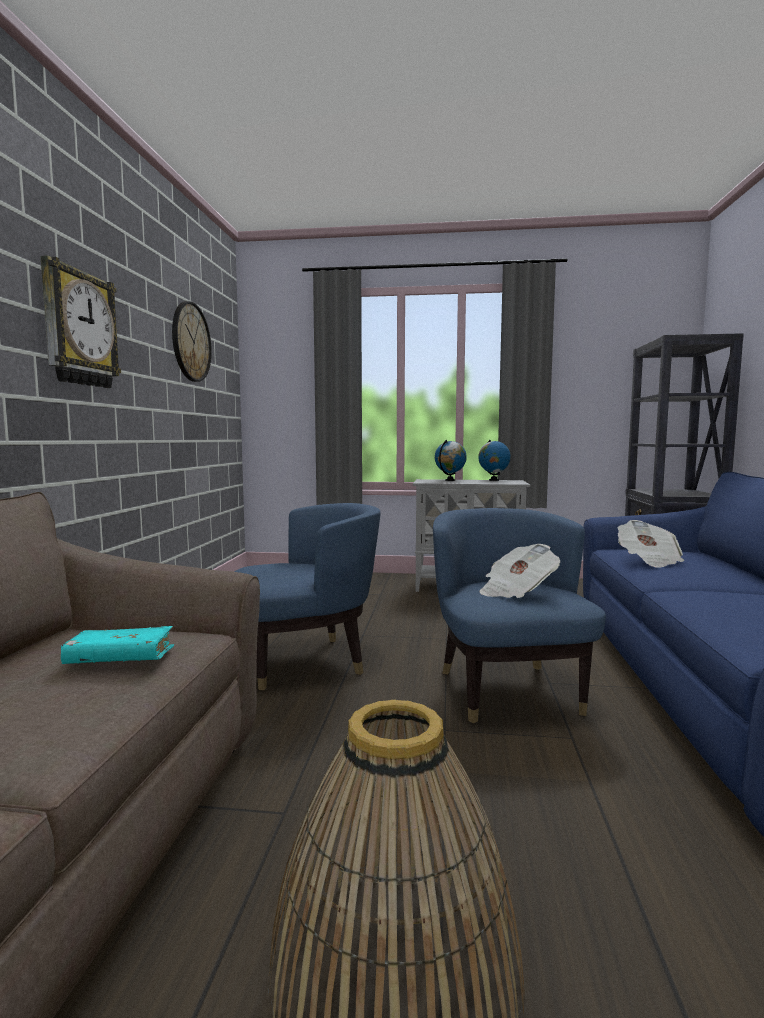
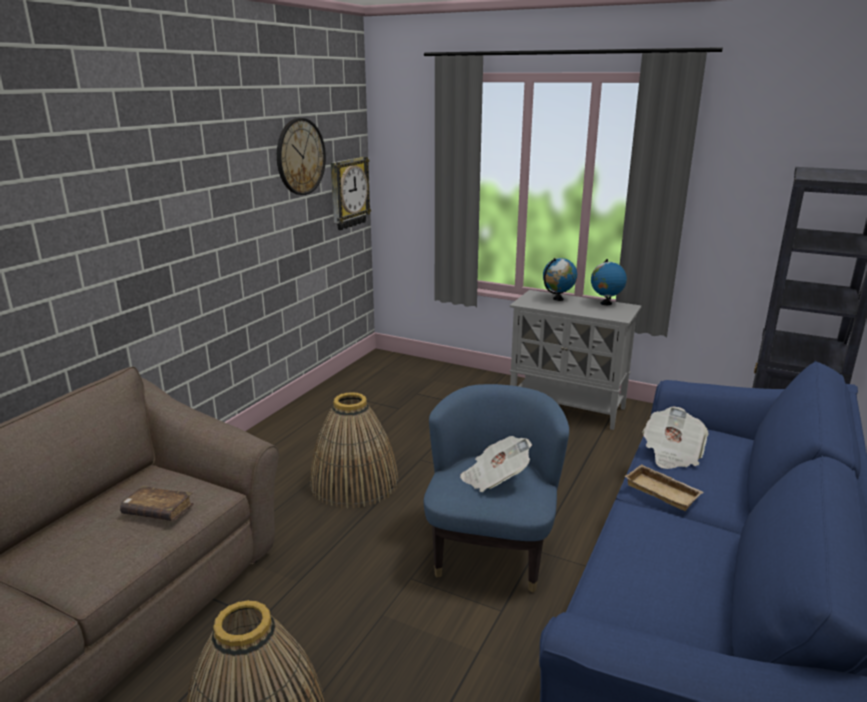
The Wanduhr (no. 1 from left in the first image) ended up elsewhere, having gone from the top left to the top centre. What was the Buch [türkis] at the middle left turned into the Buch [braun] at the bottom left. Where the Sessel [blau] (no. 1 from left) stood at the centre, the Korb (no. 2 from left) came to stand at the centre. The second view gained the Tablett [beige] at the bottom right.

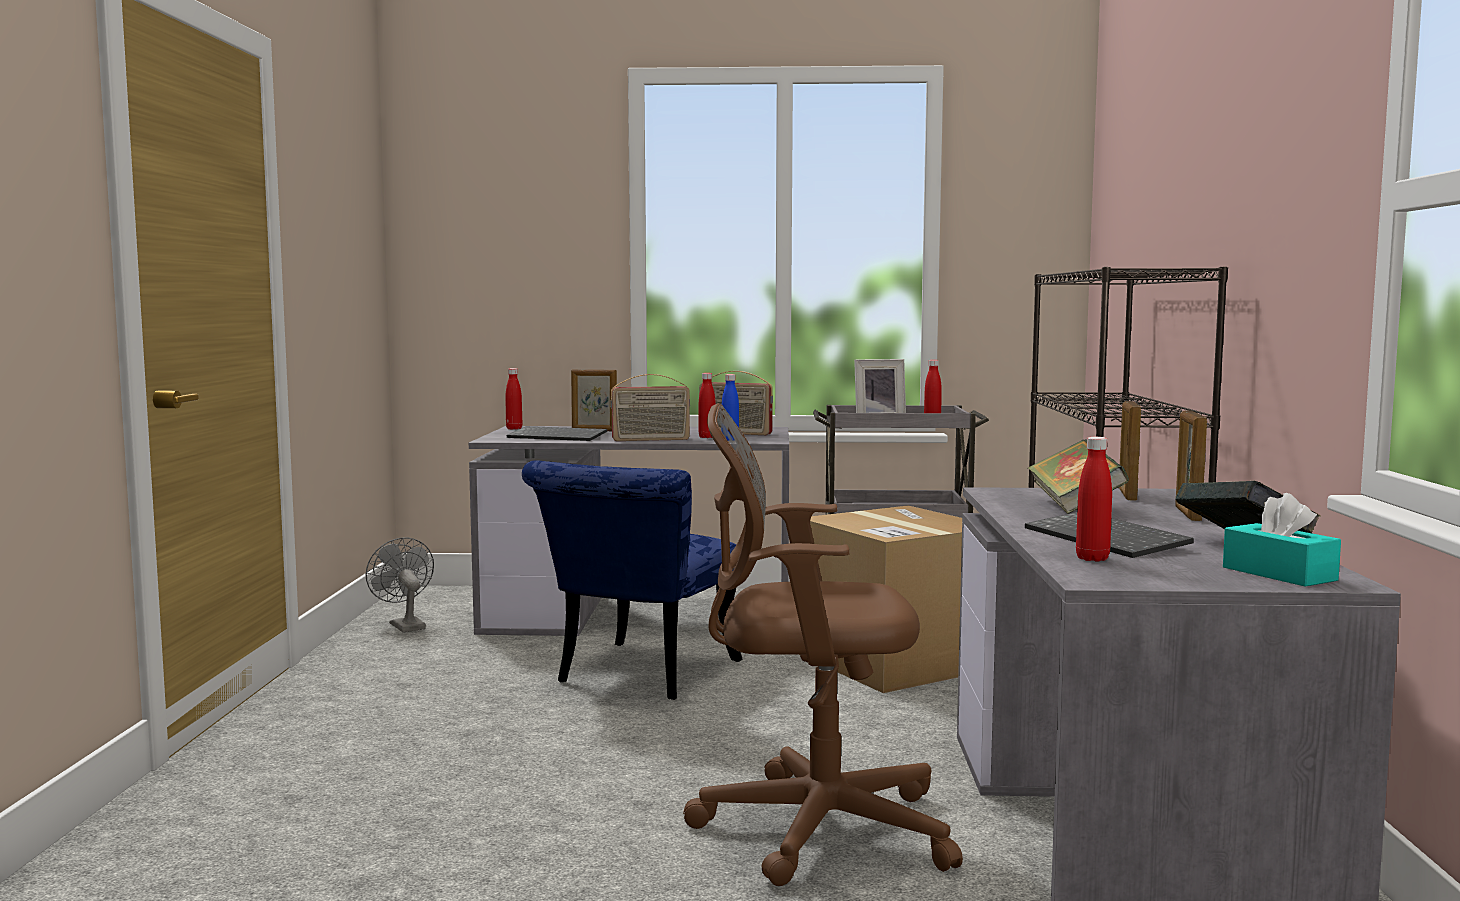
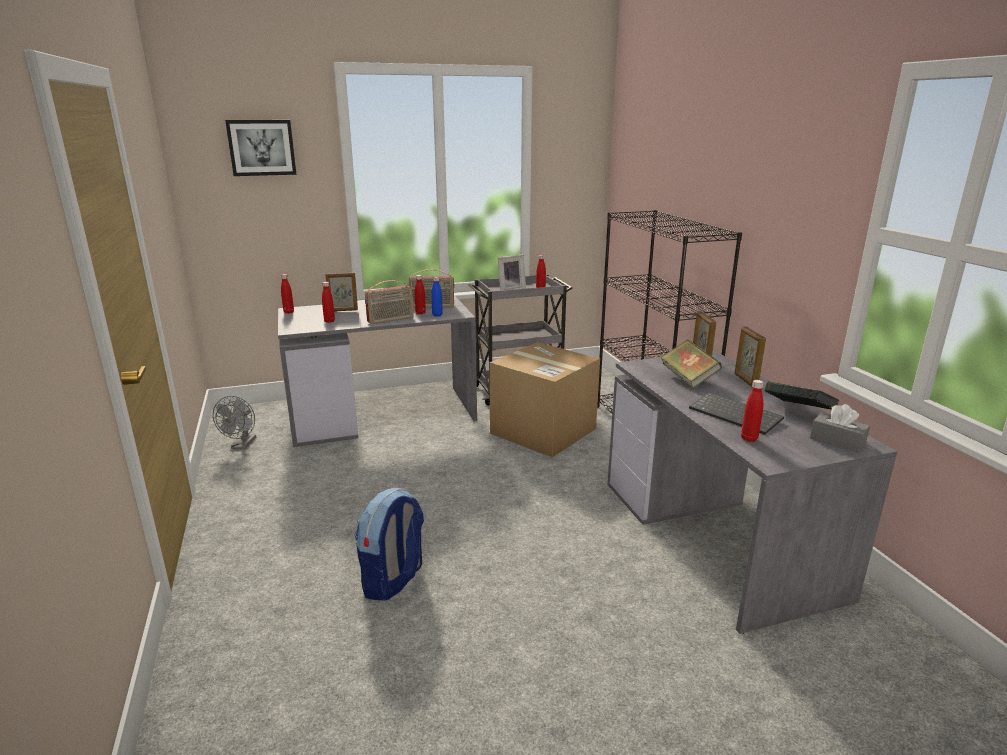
The Ventilator [grau] at the middle left ended up facing another way, 120 degrees counterclockwise from before. Where the Tastatur (no. 1 from left) stood at the centre, the Flasche [rot] (no. 2 from left) came to stand at the middle left. The second view lost the Stuhl [blau] at the centre. The second view lost the Bürostuhl [braun] at the bottom centre. What was the Taschentuchbox [türkis] at the middle right turned into the Taschentuchbox [grau] at the middle right. The second view gained the Bild at the top left. The second view gained the Rucksack at the bottom centre.

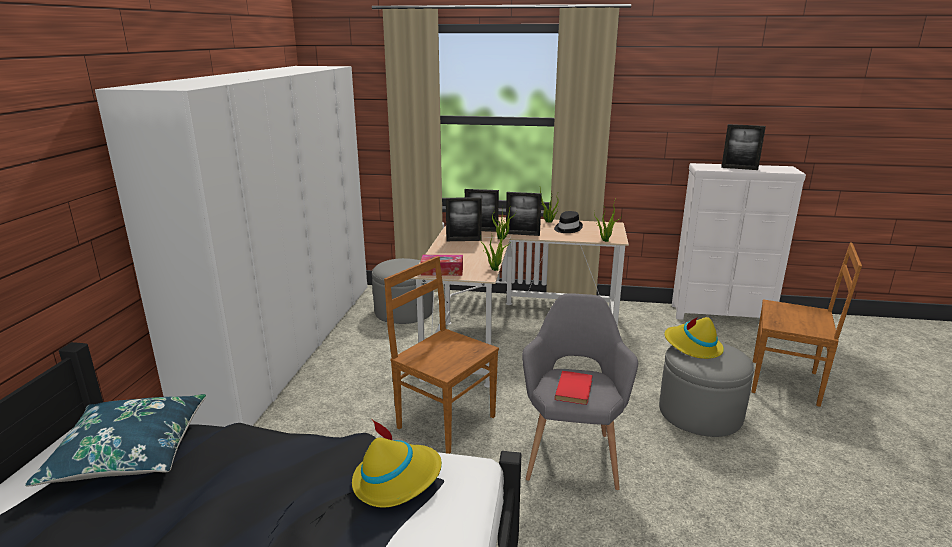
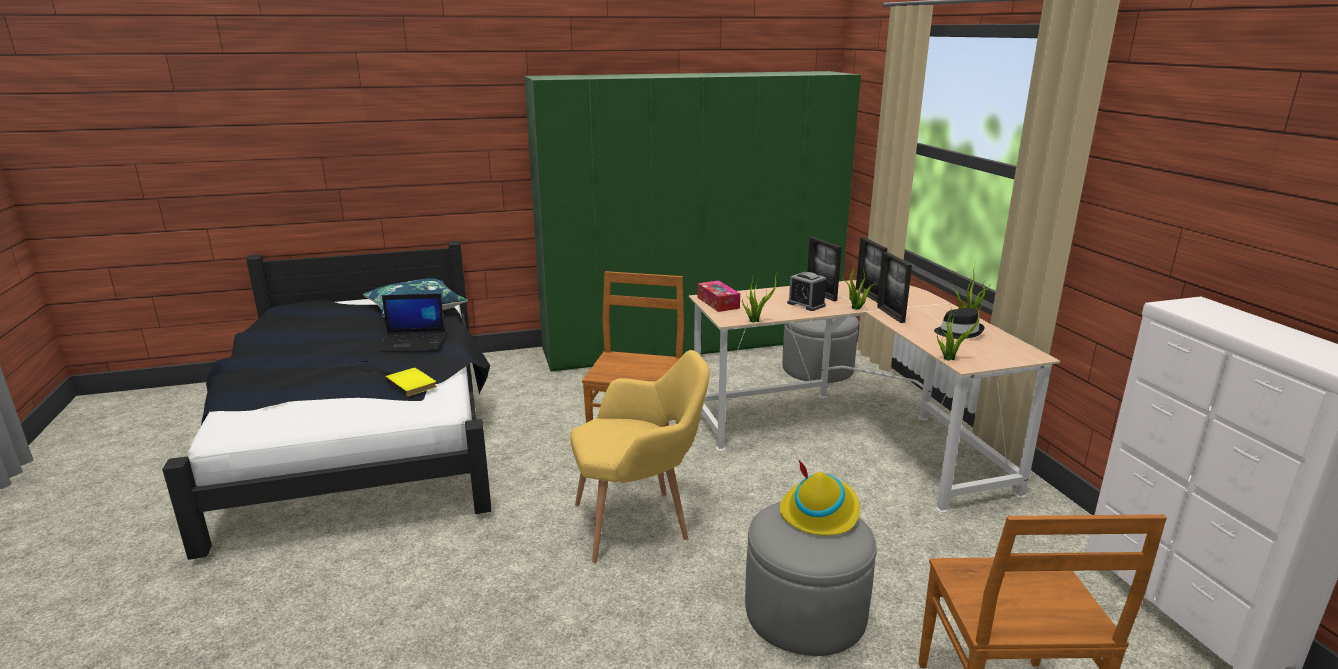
What was the Kleiderschrank [weiß] at the middle left turned into the Kleiderschrank [grün] at the top centre. Where the Hut [gelb] (no. 1 from left) stood at the bottom centre, the Buch [gelb] came to stand at the middle left. What was the Sessel [grau] at the bottom centre turned into the Sessel [gelb] at the bottom centre. The second view lost the Buch [rot] at the bottom centre. The second view lost the Bilderrahmen (no. 4 from left) at the top right. The second view gained the Laptop at the middle left. The second view gained the Wecker at the centre.

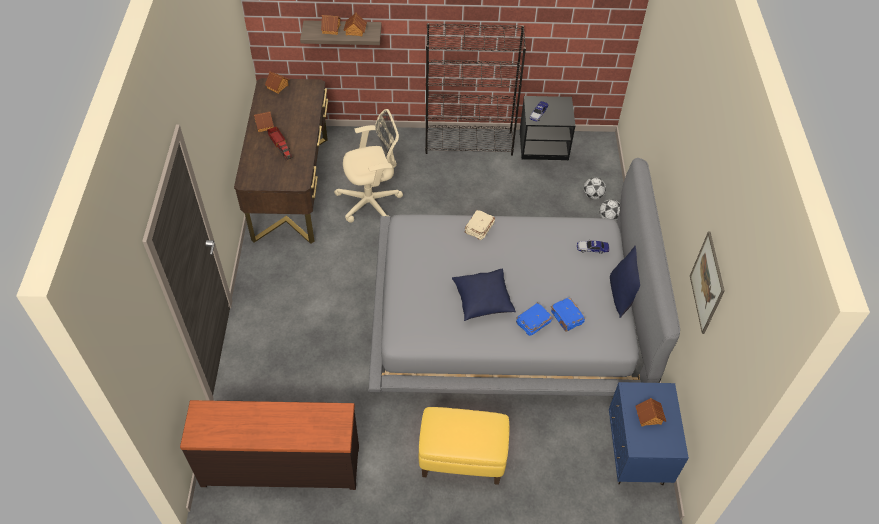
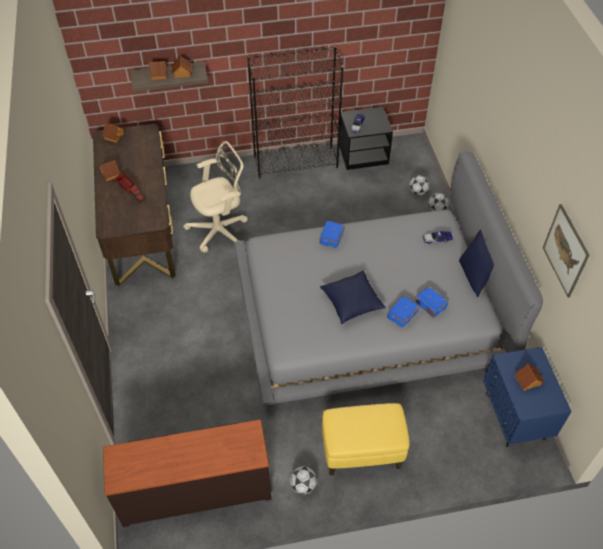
What was the Buch [beige] at the centre turned into the Buch [blau] (no. 1 from left) at the centre. The second view gained the Fußball (no. 1 from left) at the bottom centre.

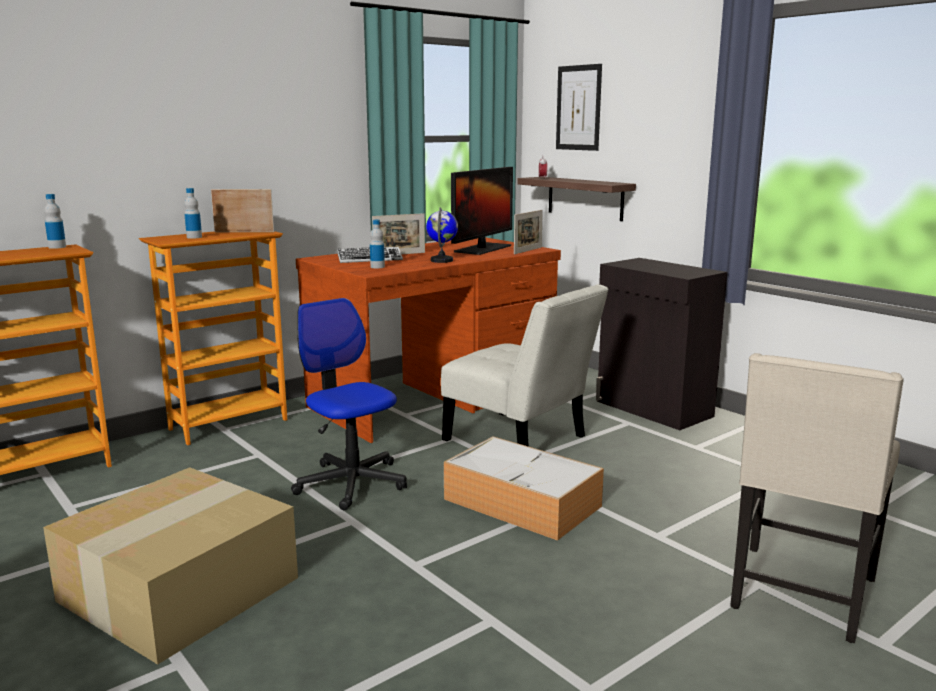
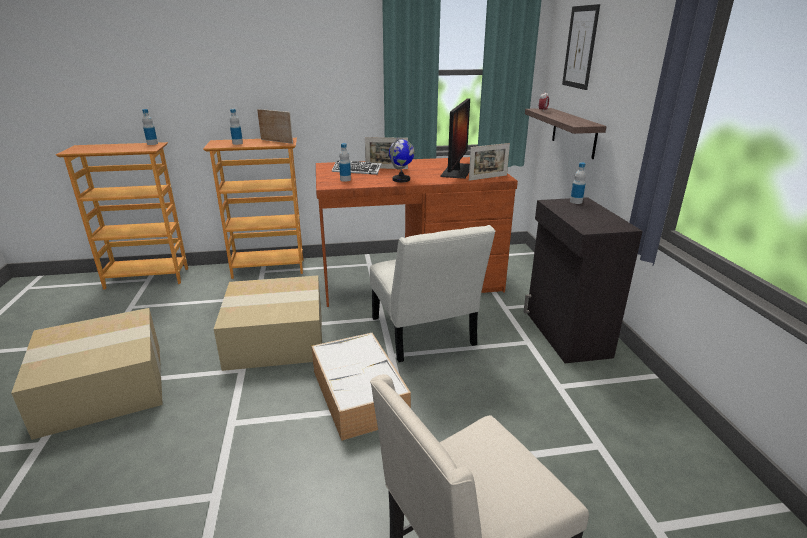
Where the Bürostuhl stood at the centre, the Karton (no. 2 from left) came to stand at the middle left. The Monitor at the top centre ended up facing another way, 45 degrees counterclockwise from before. The second view gained the Flasche (no. 4 from left) at the middle right.

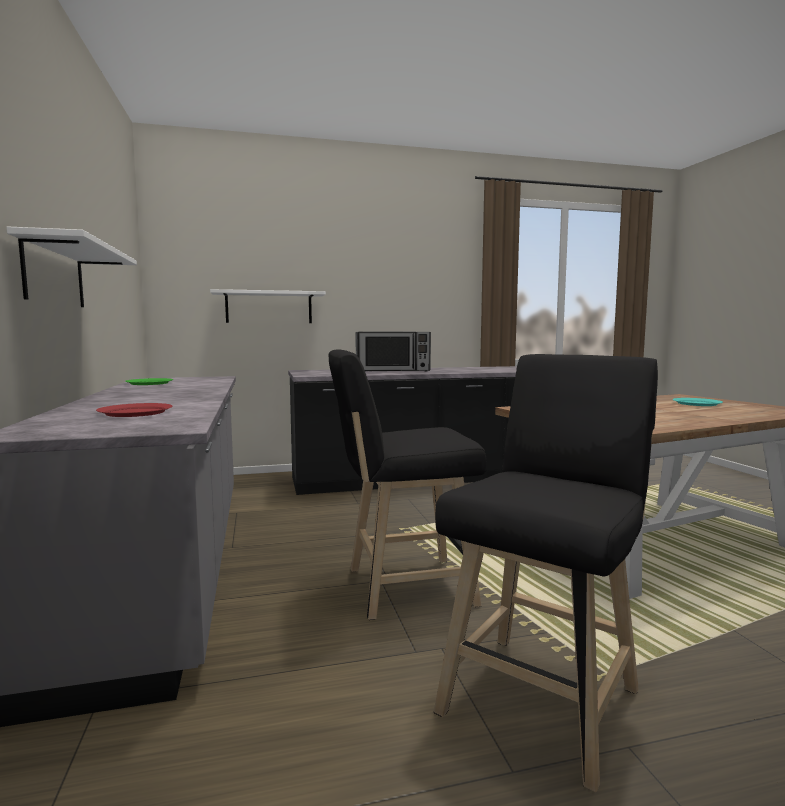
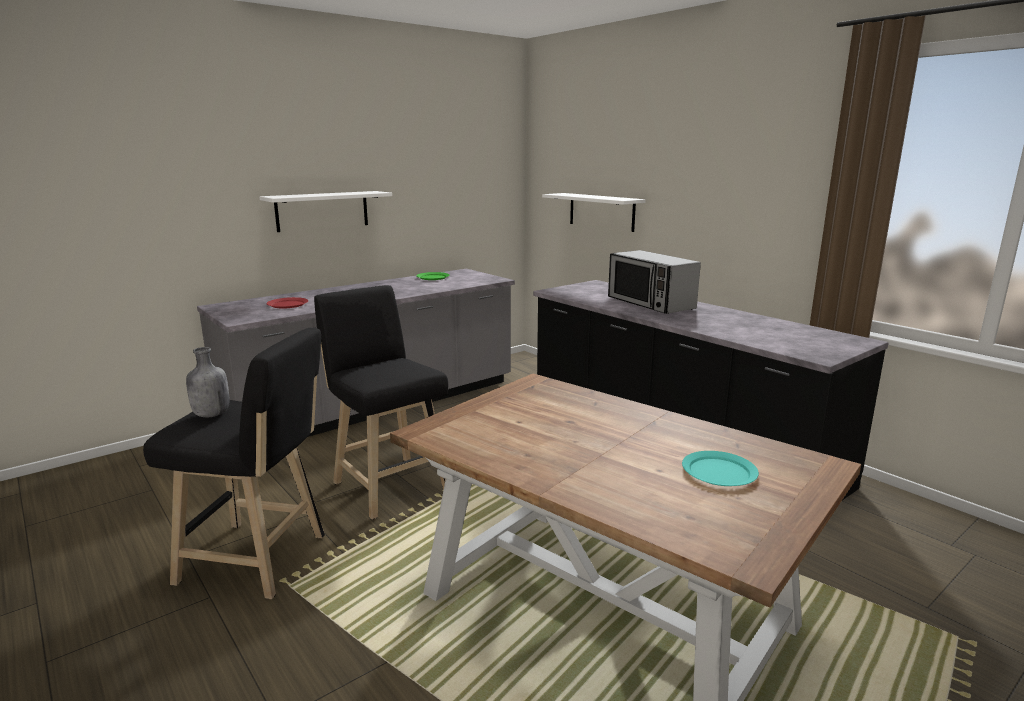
The second view gained the Flasche [grau] at the middle left.

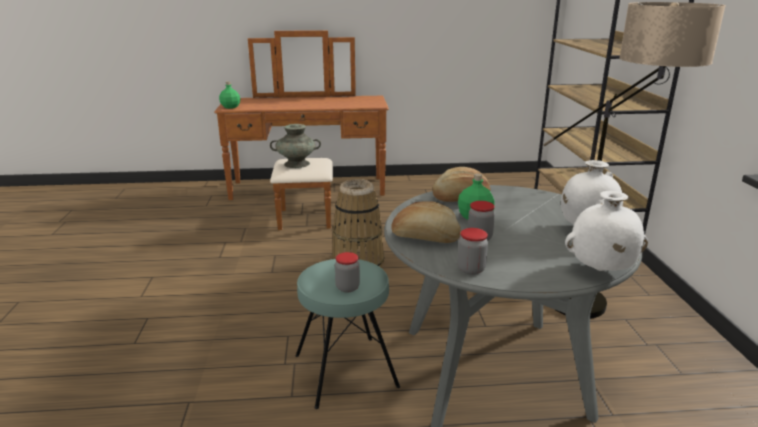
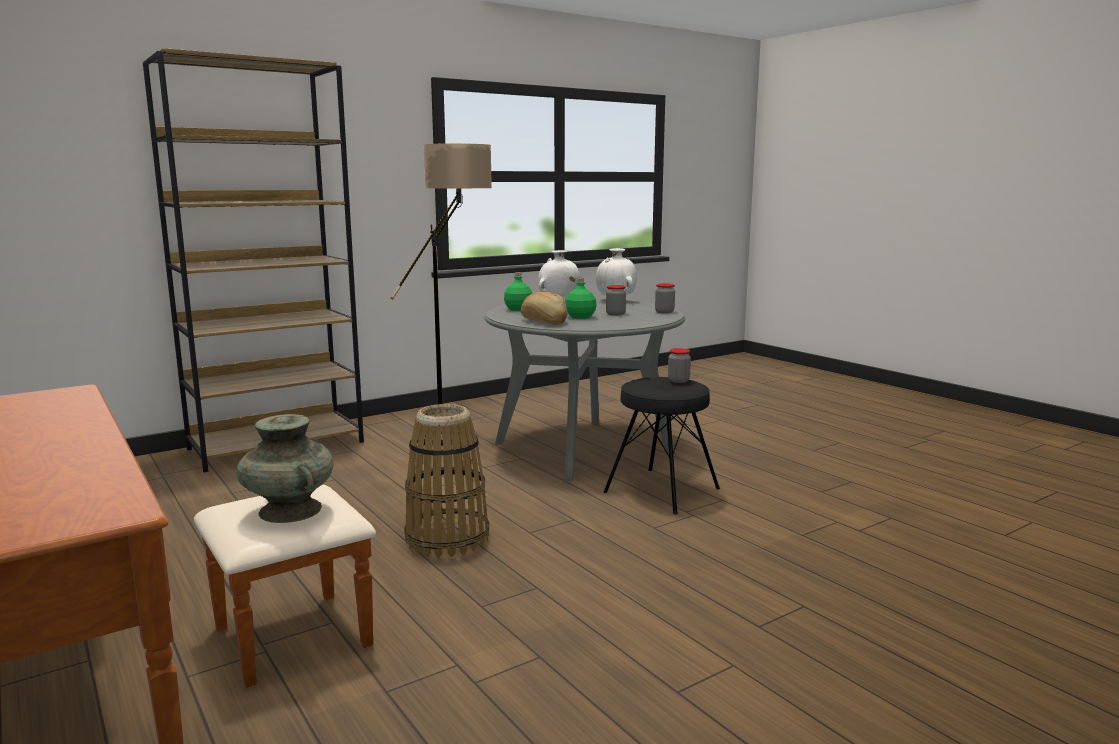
The Flasche [grün] (no. 1 from left) ended up elsewhere, having gone from the top left to the centre. What was the Hocker [türkis] at the bottom centre turned into the Hocker [schwarz] at the centre. The second view lost the Brot (no. 1 from left) at the centre.

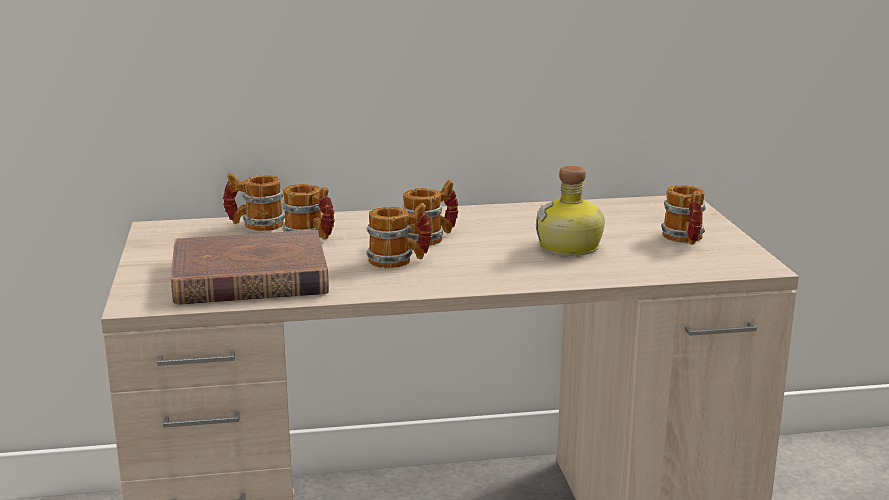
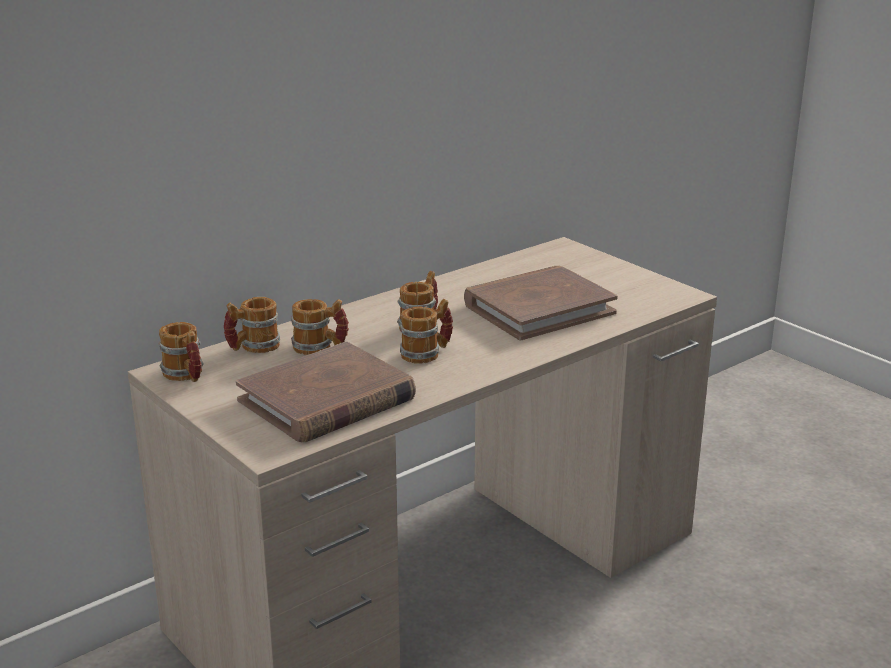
Where the Flasche stood at the centre, the Buch [braun] (no. 2 from left) came to stand at the centre. The Henkelbecher (no. 5 from left in the first image) ended up elsewhere, having gone from the middle right to the middle left.

